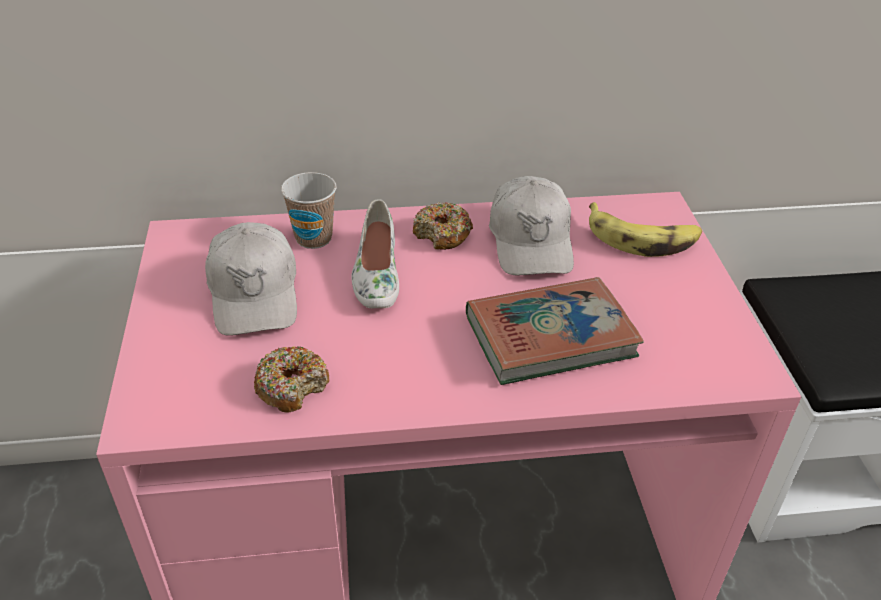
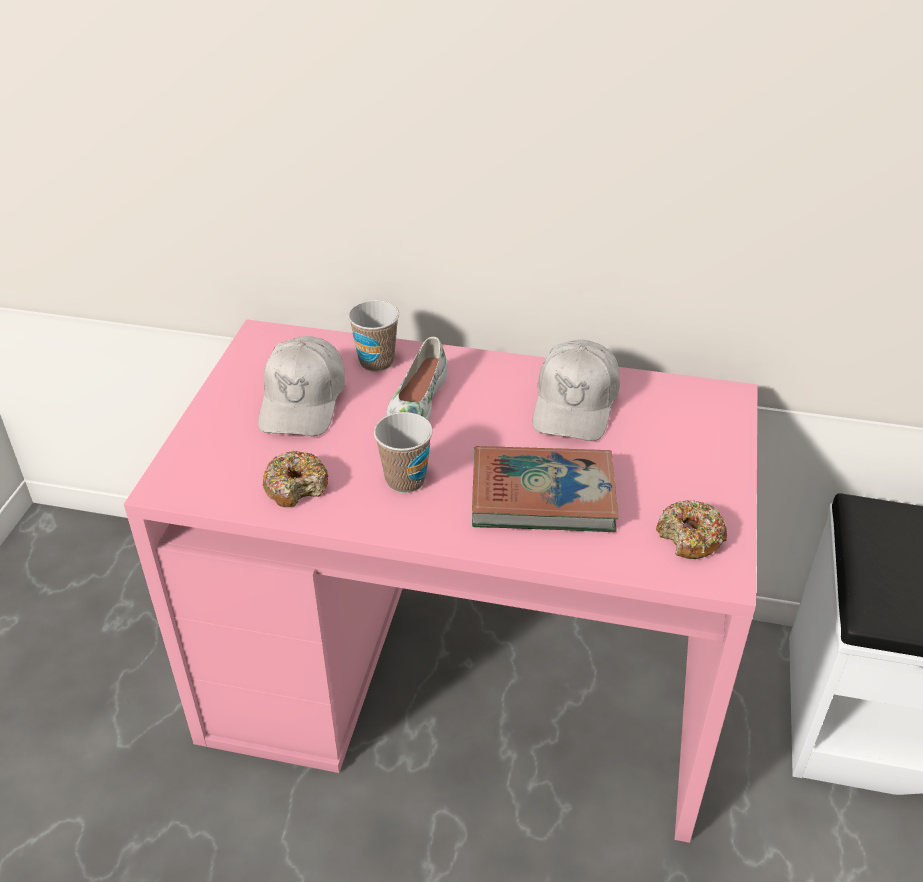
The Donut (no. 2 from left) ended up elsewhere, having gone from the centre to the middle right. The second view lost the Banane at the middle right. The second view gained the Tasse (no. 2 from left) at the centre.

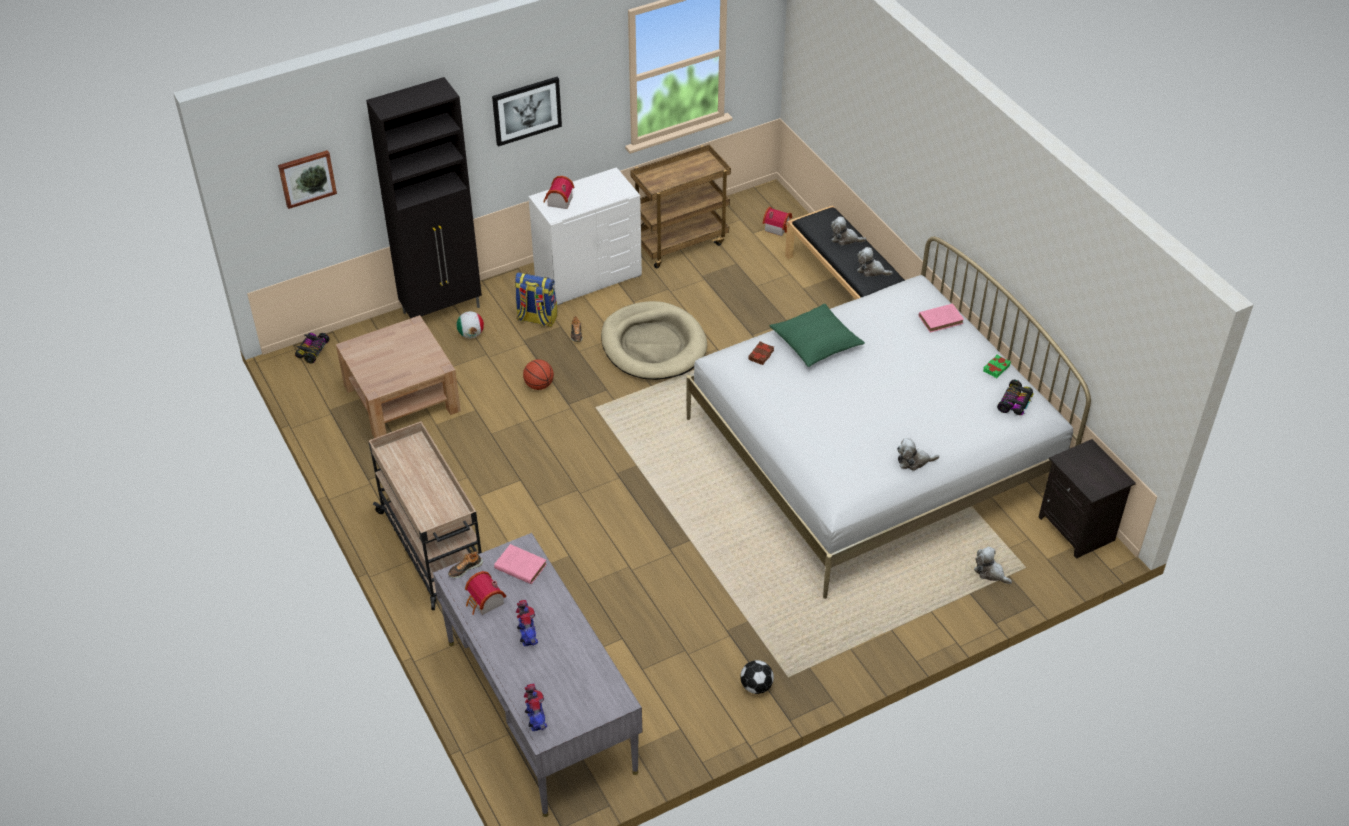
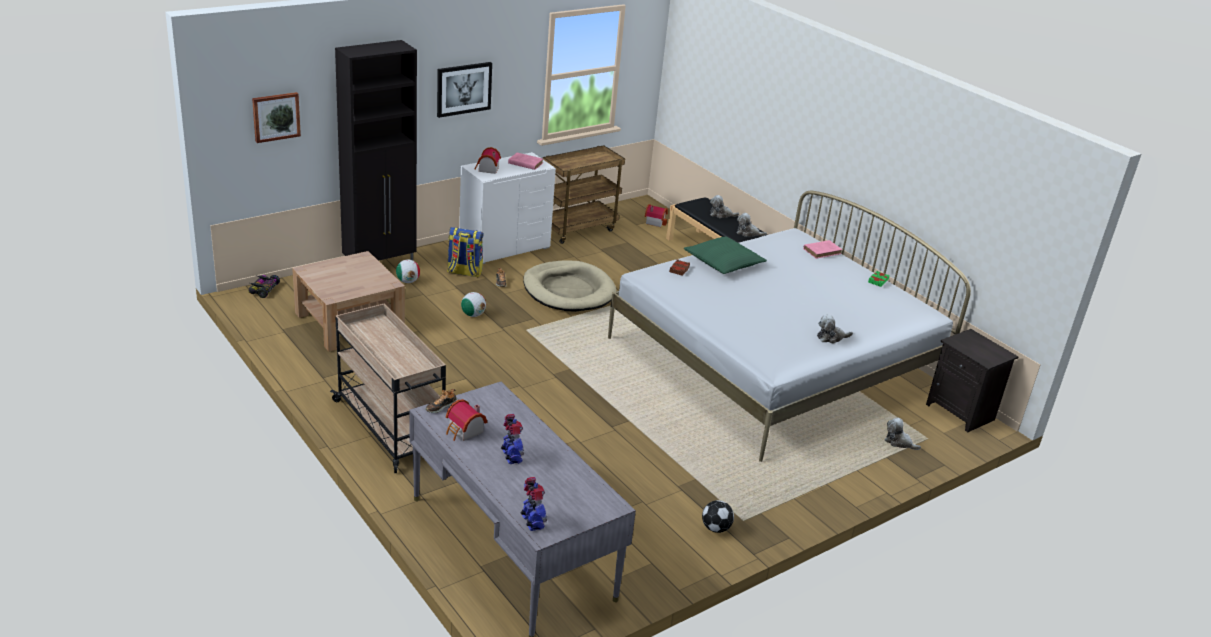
The Buch [rosa] (no. 1 from left) ended up elsewhere, having gone from the bottom centre to the top centre. Where the Basketball stood at the centre, the Fußball (no. 2 from left) came to stand at the centre. The second view lost the Spielzeugauto (no. 2 from left) at the middle right.

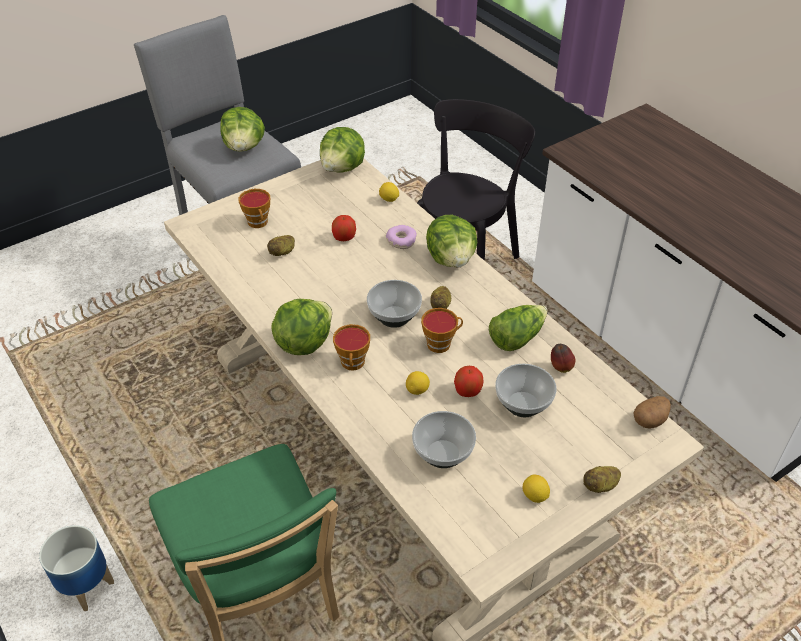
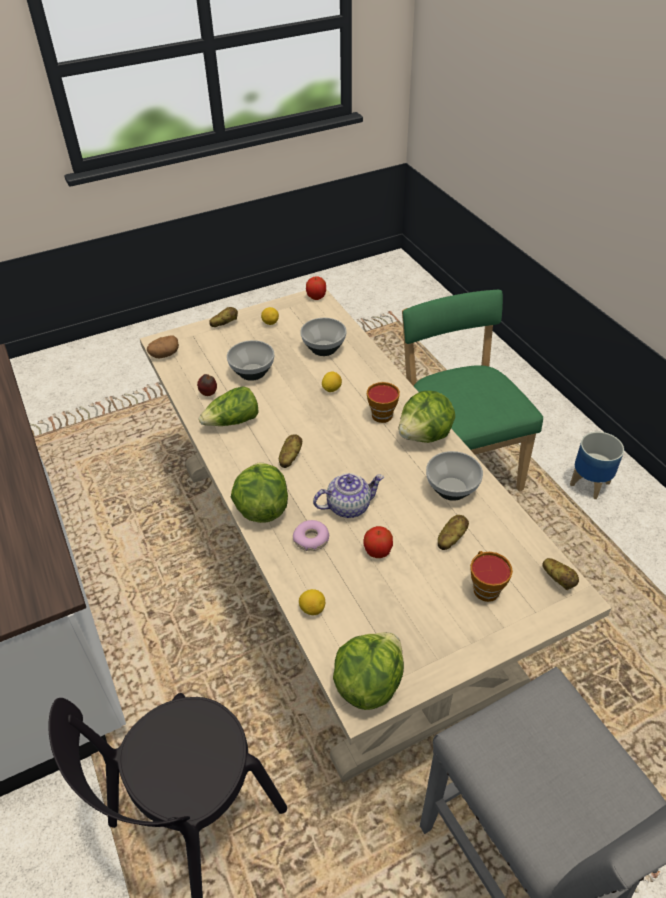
The second view lost the Salatkopf (no. 1 from left) at the top left. The Schüssel (no. 1 from left in the first image) ended up elsewhere, having gone from the centre to the middle right. The second view lost the Tasse (no. 3 from left) at the centre. The Apfel (no. 2 from left) ended up elsewhere, having gone from the centre to the top centre. The second view gained the Teekanne at the centre. The second view gained the Kartoffel (no. 5 from left) at the middle right.

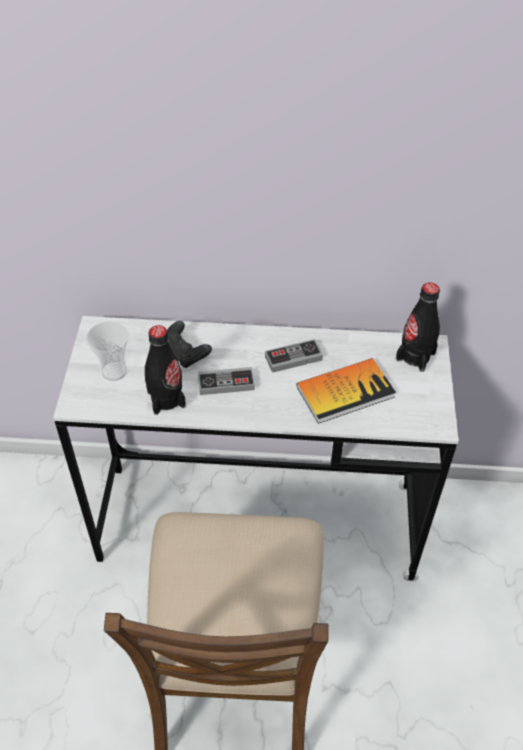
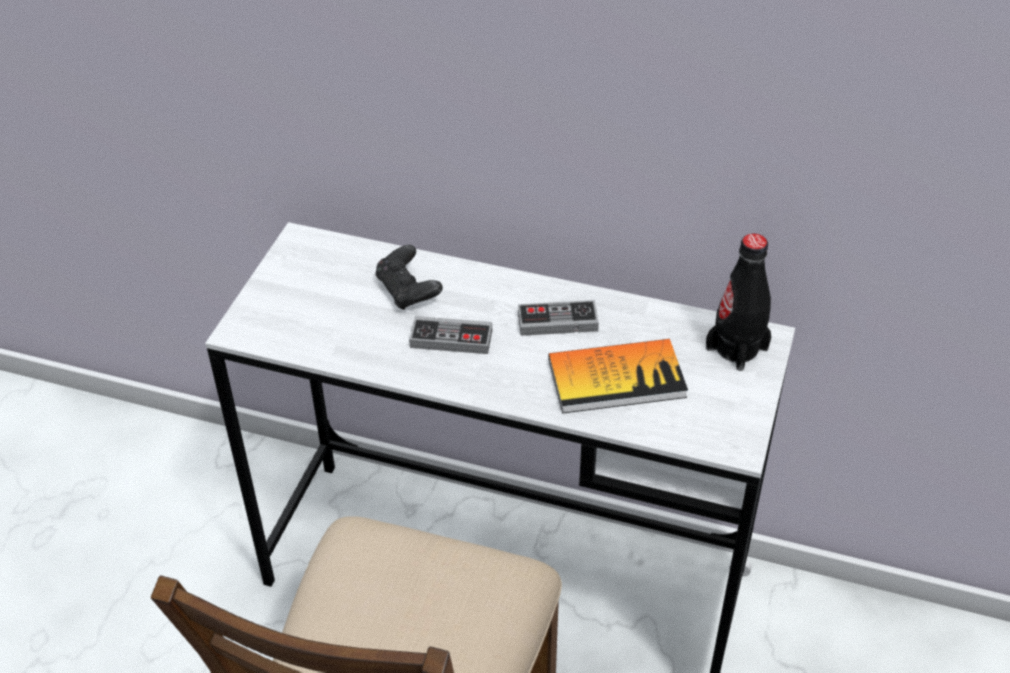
The second view lost the Tasse at the middle left. The second view lost the Flasche [schwarz] (no. 1 from left) at the middle left.

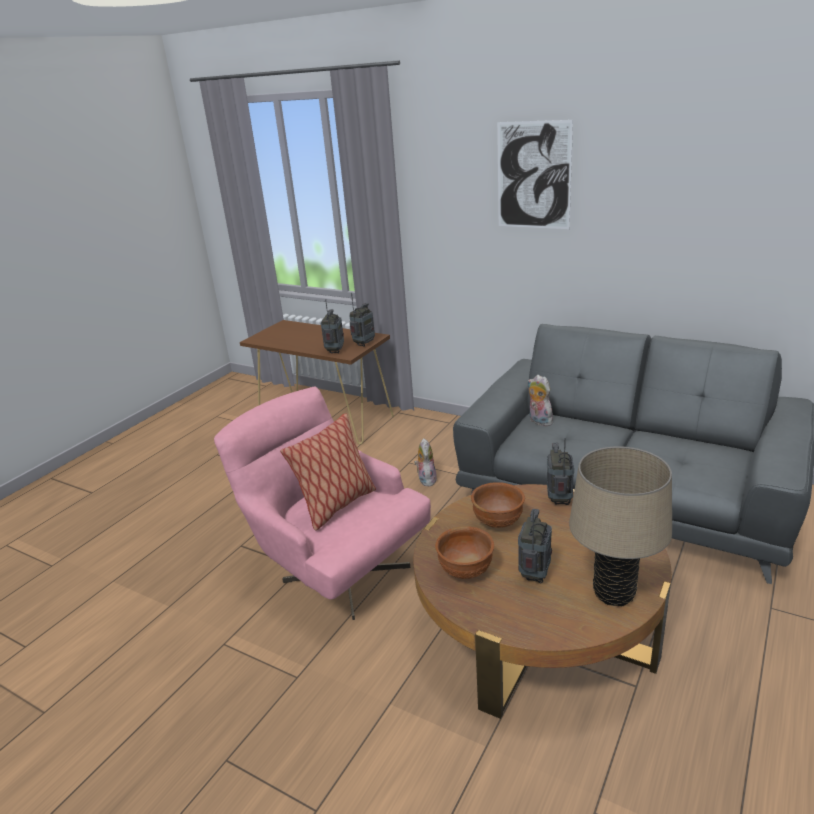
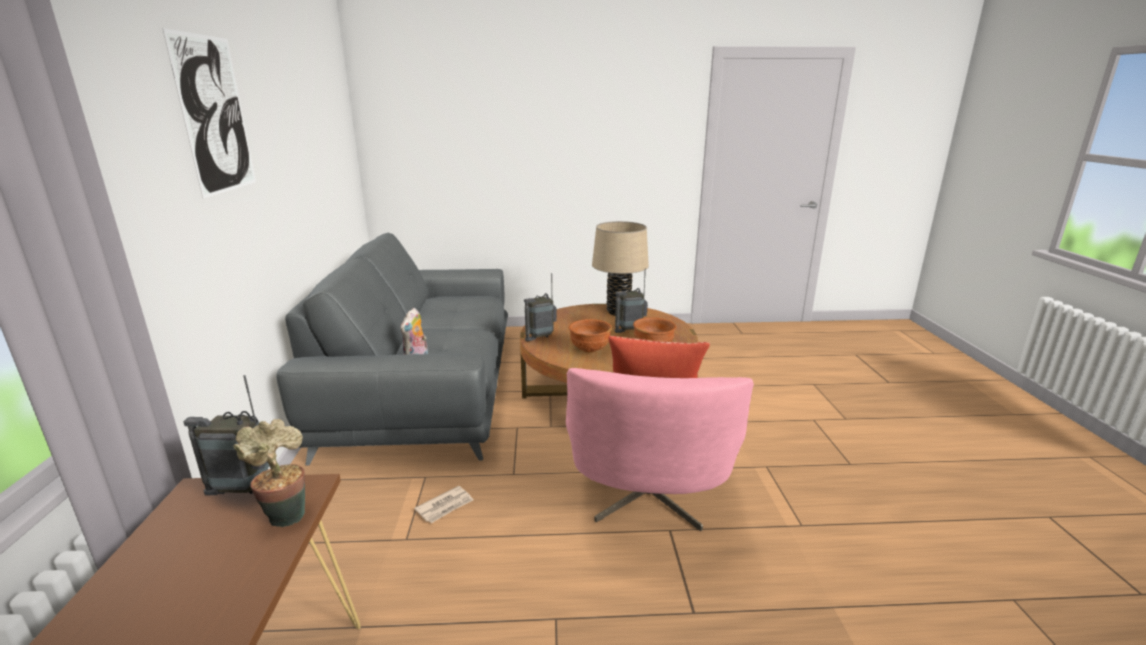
Where the Radio (no. 1 from left) stood at the centre, the Topfpflanze came to stand at the bottom left. Where the Plüschtier (no. 1 from left) stood at the centre, the Zeitung came to stand at the bottom centre.

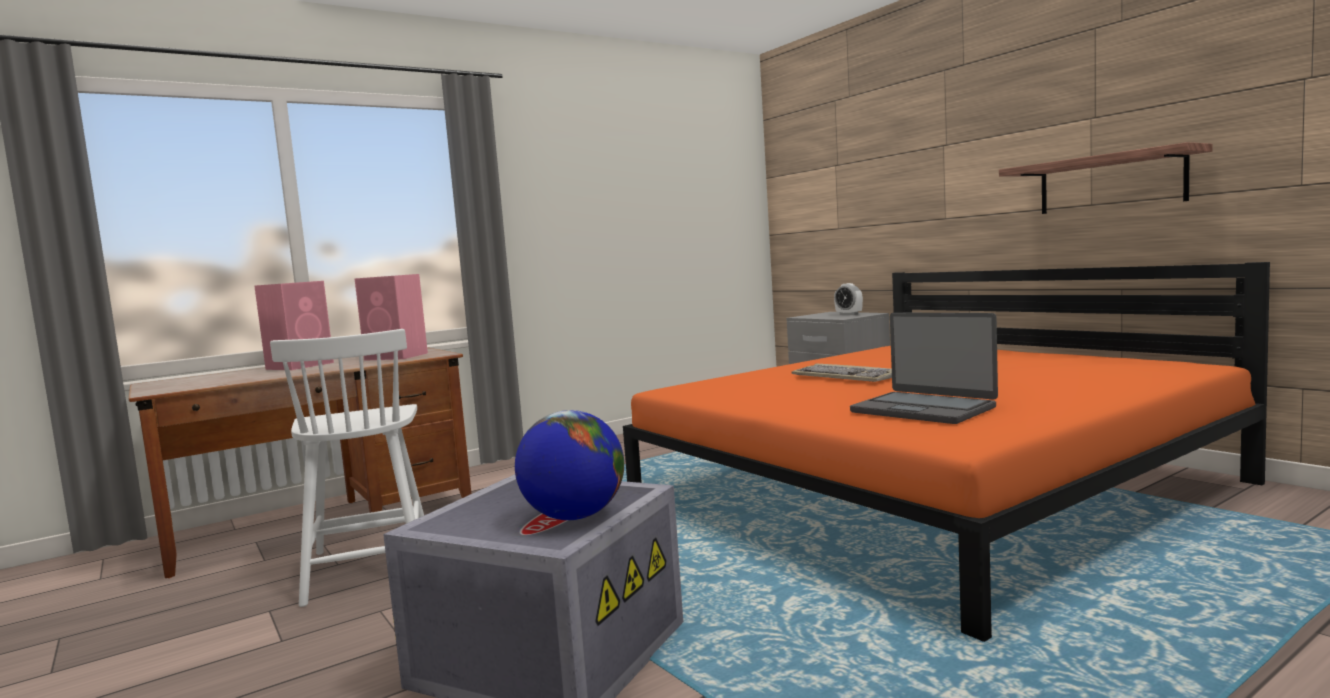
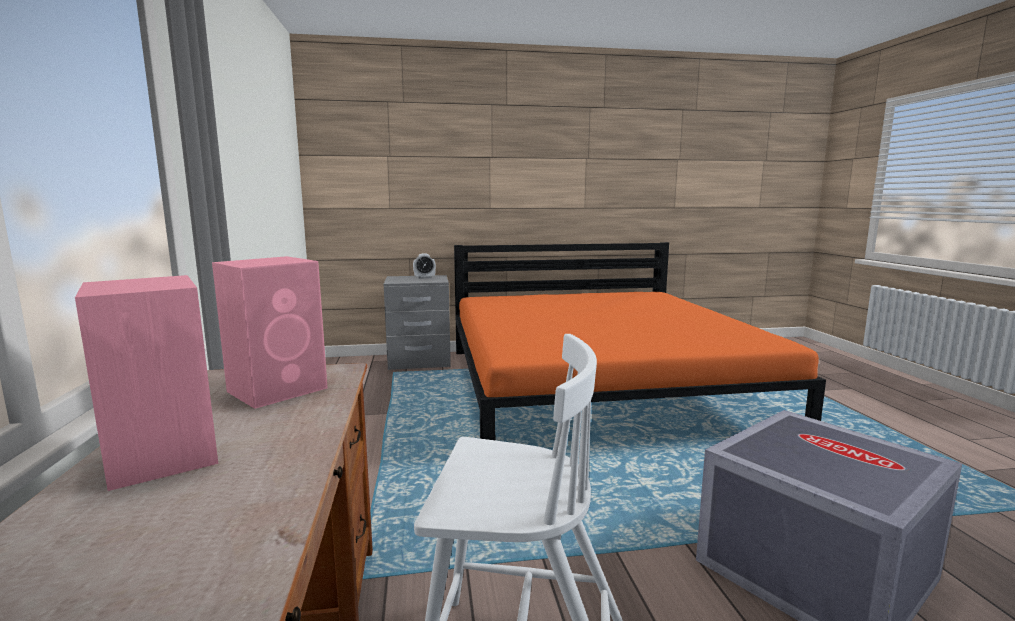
The second view lost the Globus at the centre. The second view lost the Tastatur at the centre. The second view lost the Laptop at the middle right. The second view lost the Wandregal at the top right.

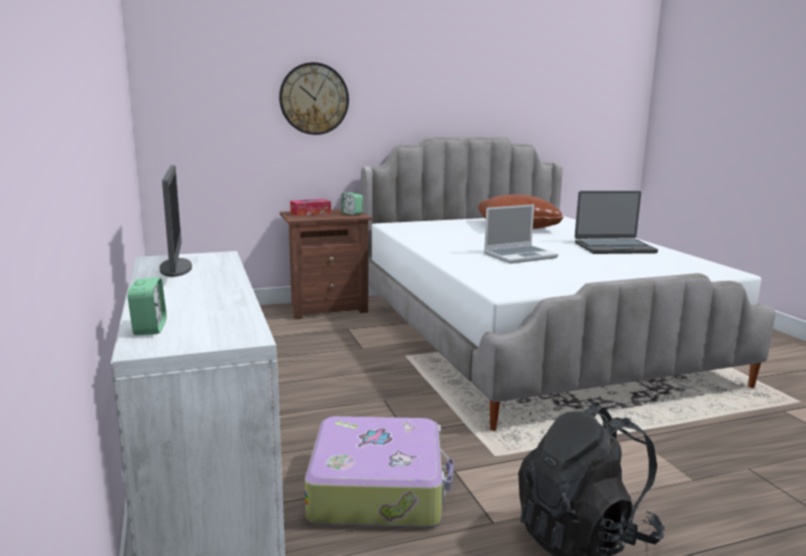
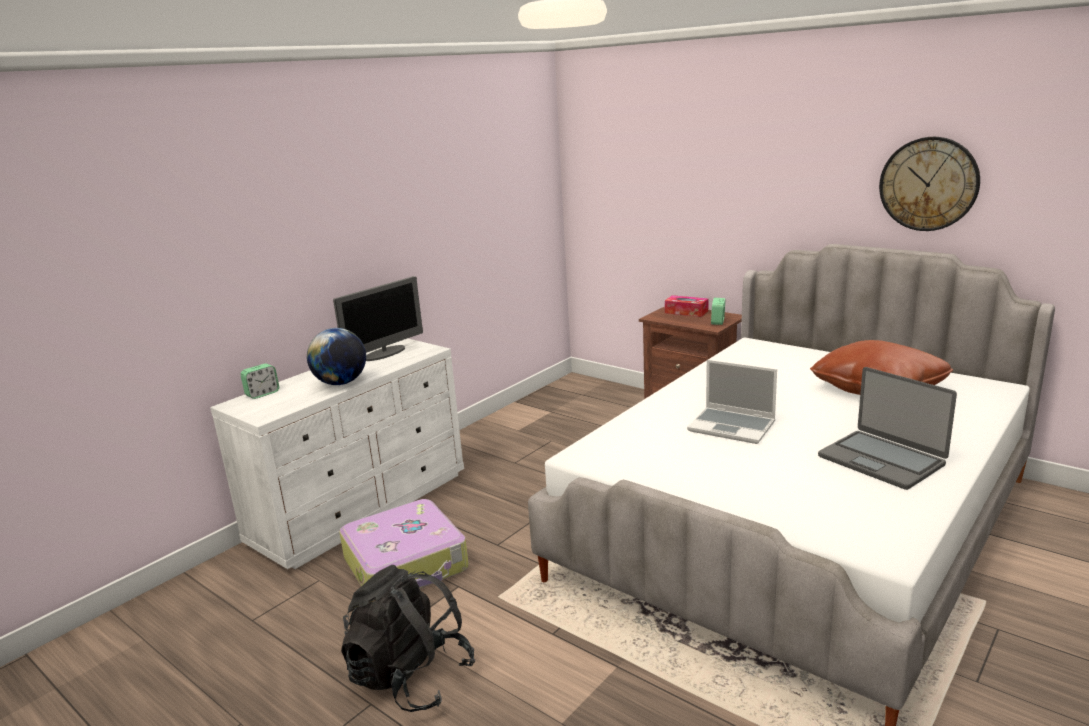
The Wanduhr ended up elsewhere, having gone from the top centre to the top right. The second view gained the Globus at the middle left.

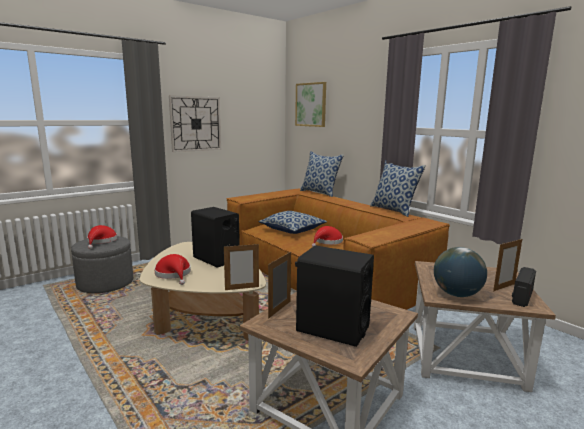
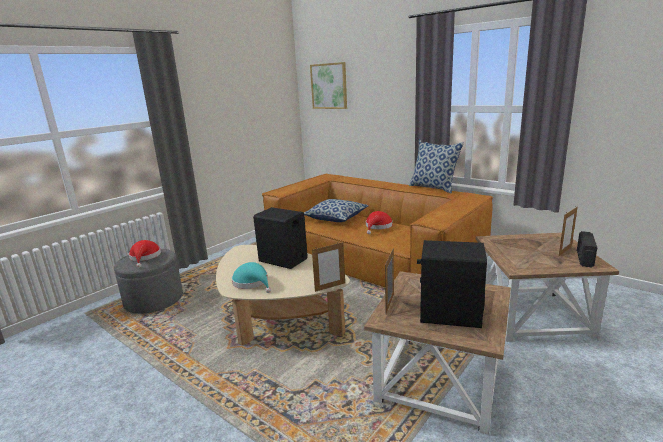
What was the Hut [rot] (no. 2 from left) at the middle left turned into the Hut [türkis] at the centre. The second view lost the Wanduhr at the top centre. The second view lost the Kissen (no. 2 from left) at the centre. The second view lost the Globus at the middle right.

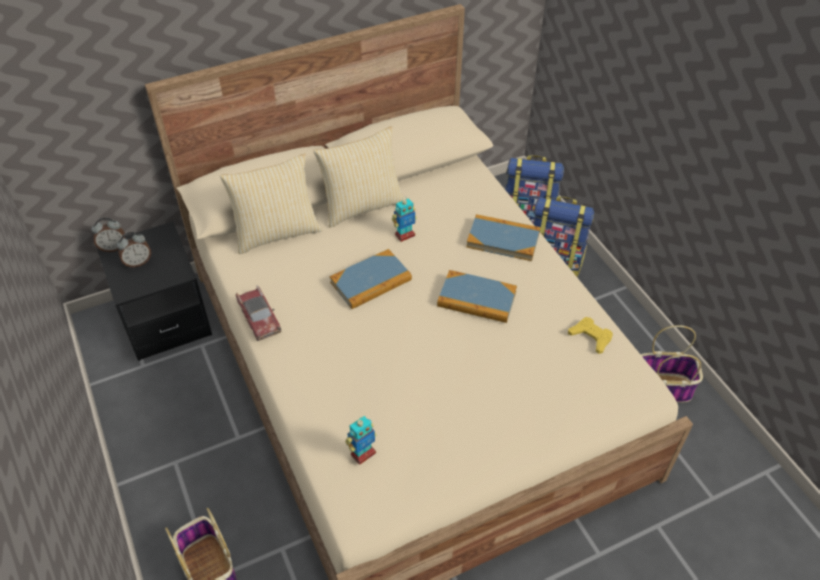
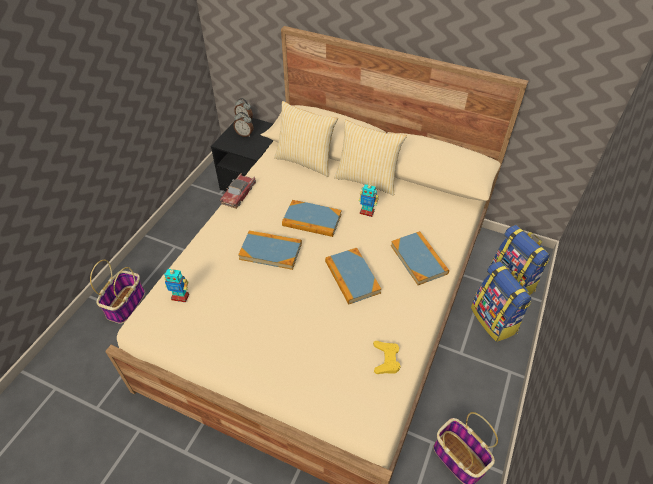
The second view gained the Buch (no. 1 from left) at the centre.

